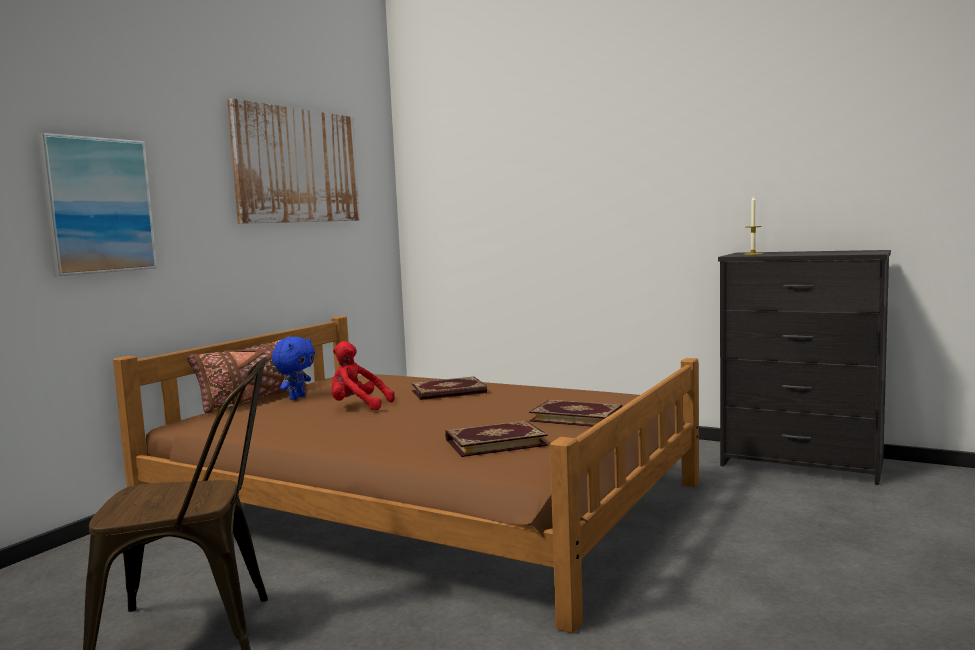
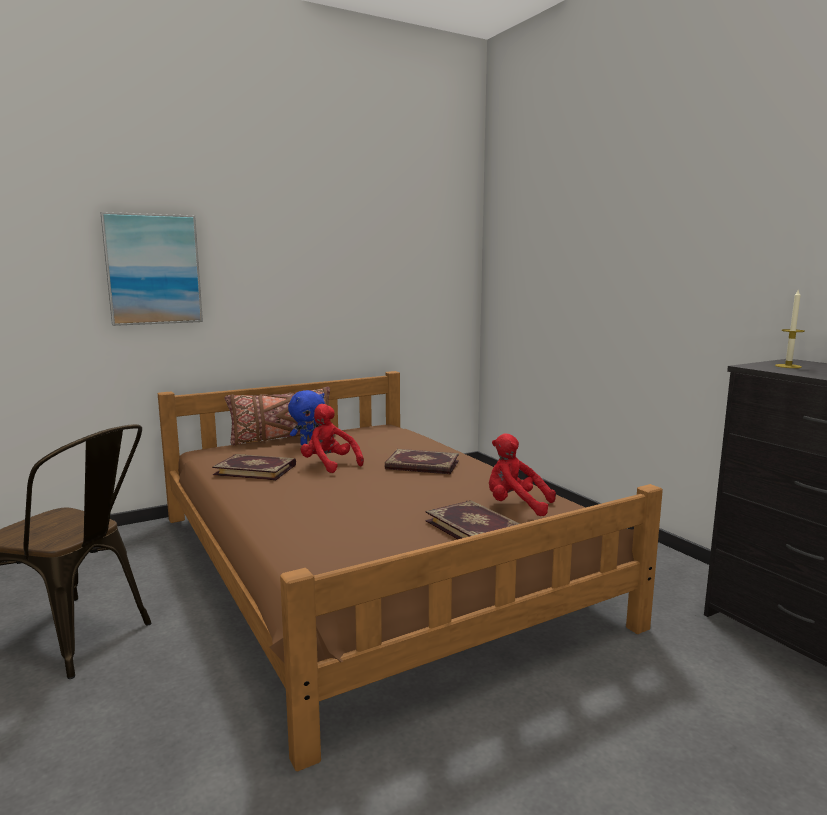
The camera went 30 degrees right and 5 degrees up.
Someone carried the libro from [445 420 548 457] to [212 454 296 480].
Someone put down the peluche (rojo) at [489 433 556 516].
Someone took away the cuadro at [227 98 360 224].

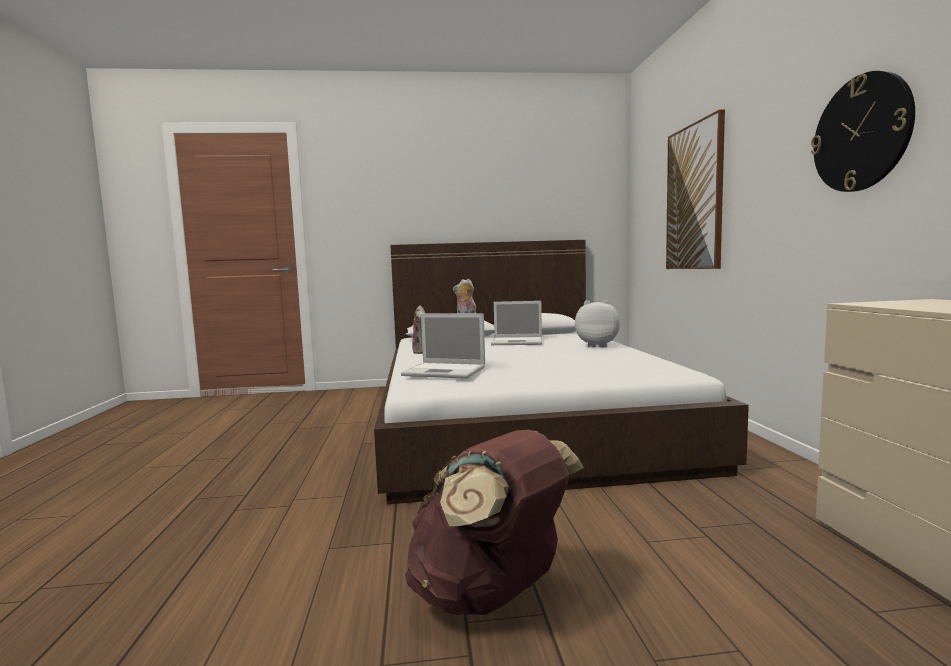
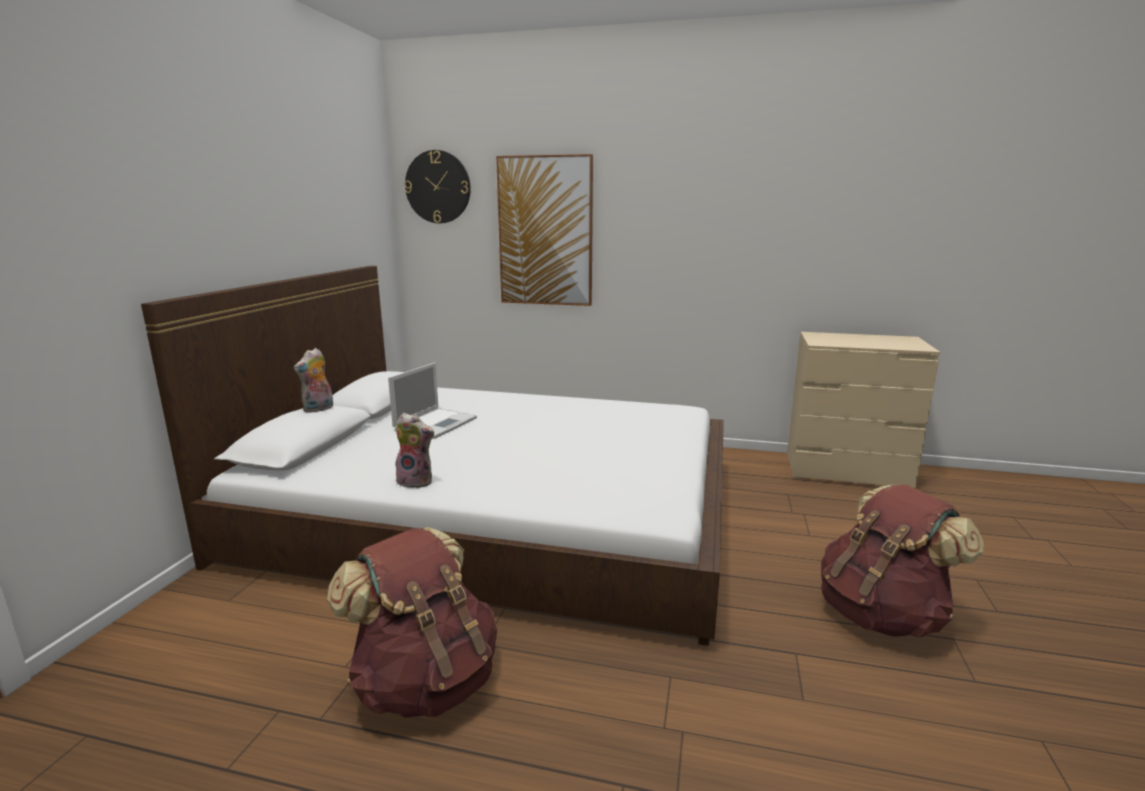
The camera went 70 degrees left and 10 degrees up.
Someone put down the mochila (marrón) at [327 527 497 718].
Someone carried the reloj de pared from [811 71 915 192] to [404 150 471 223].
Someone took away the portátil at [401 313 485 379].
Someone took away the peluche at [575 300 620 347].

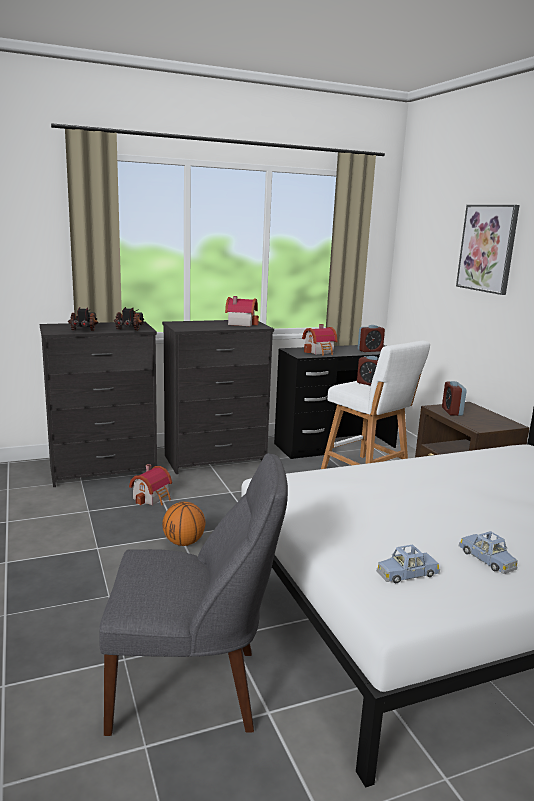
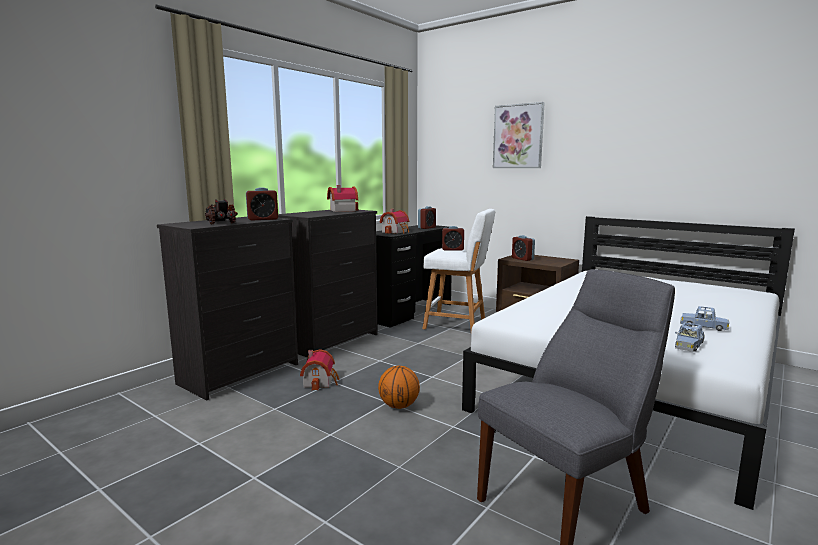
The camera went 30 degrees left and 5 degrees down.
Someone swapped the camión de juguete at [114 307 144 331] for the despertador at [246 187 278 221].

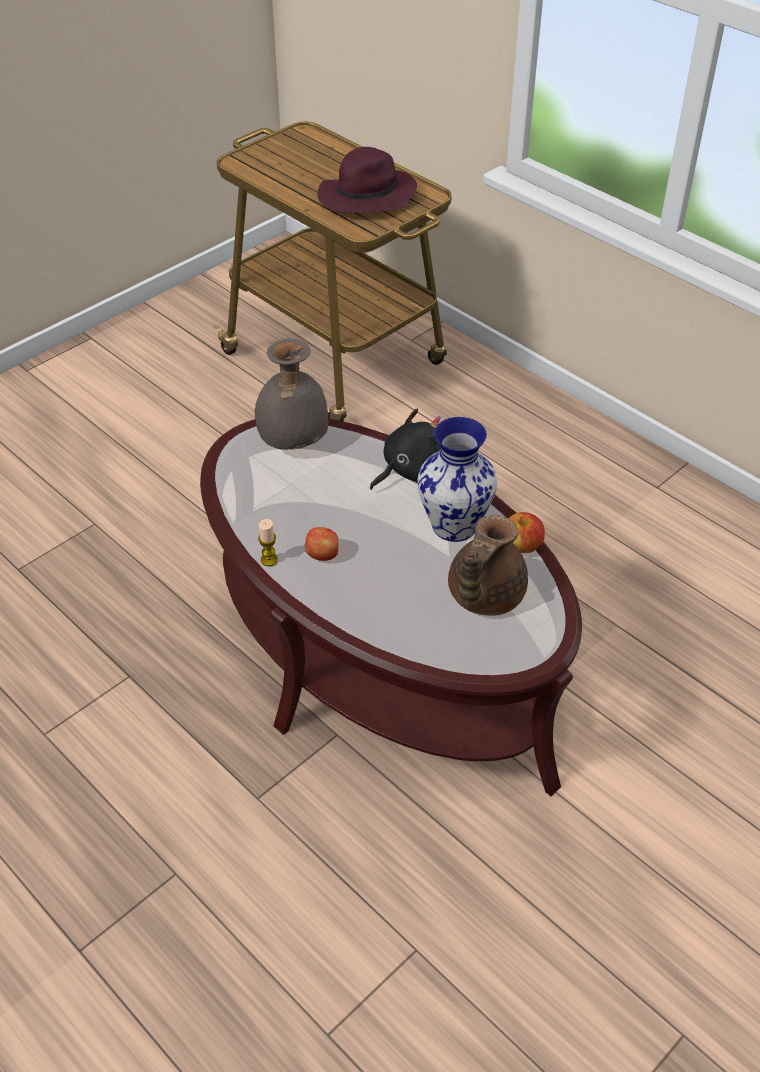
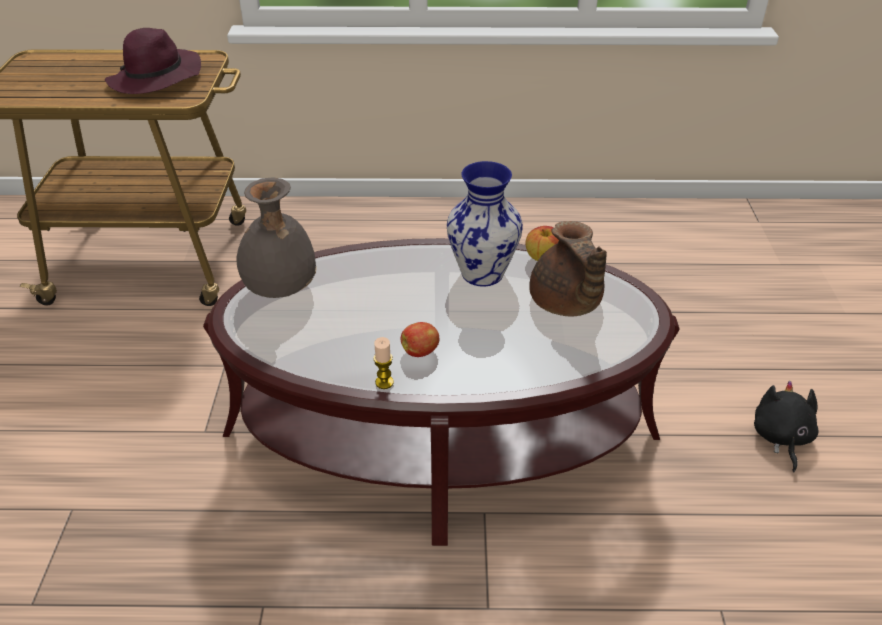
The camera went 45 degrees left and 5 degrees down.
Someone carried the peluche (negro) from [370 409 441 490] to [754 381 818 472].

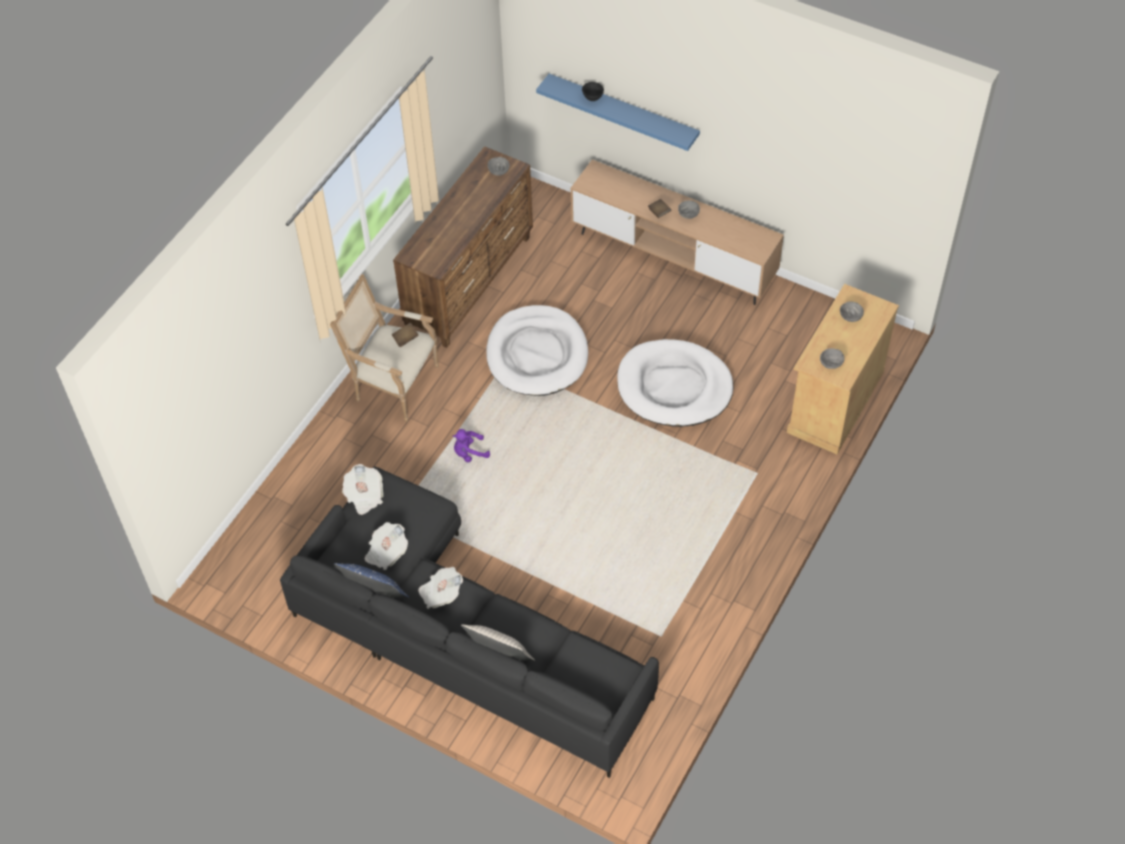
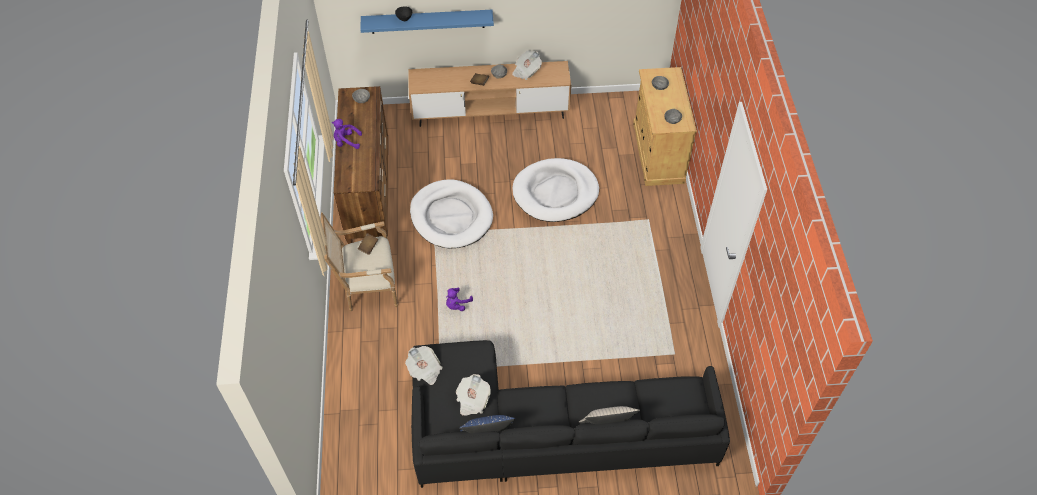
The camera went 35 degrees left and 0 degrees up.
Someone put down the peluche (morado) at [332 119 362 149].
Someone carried the periódico from [418 567 463 609] to [512 51 542 80].

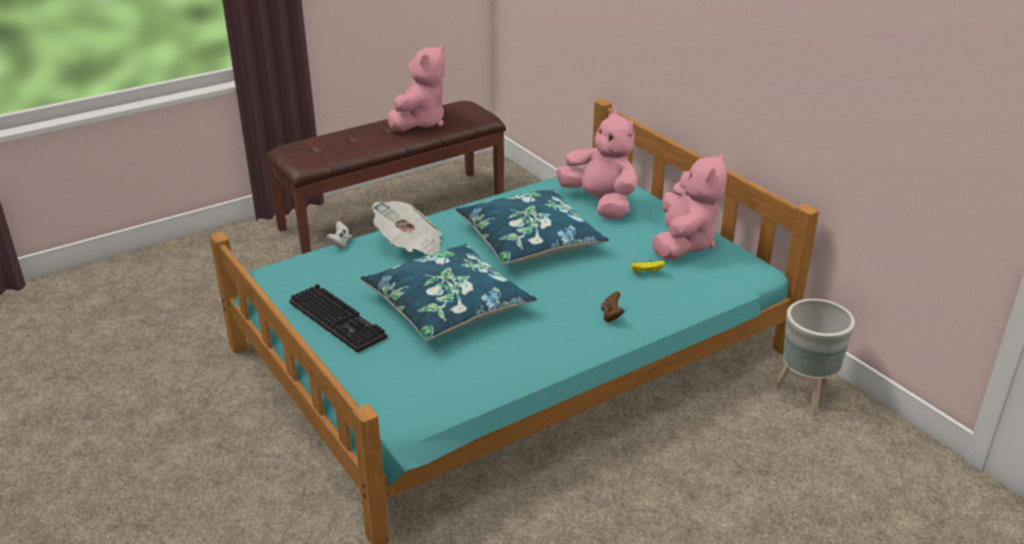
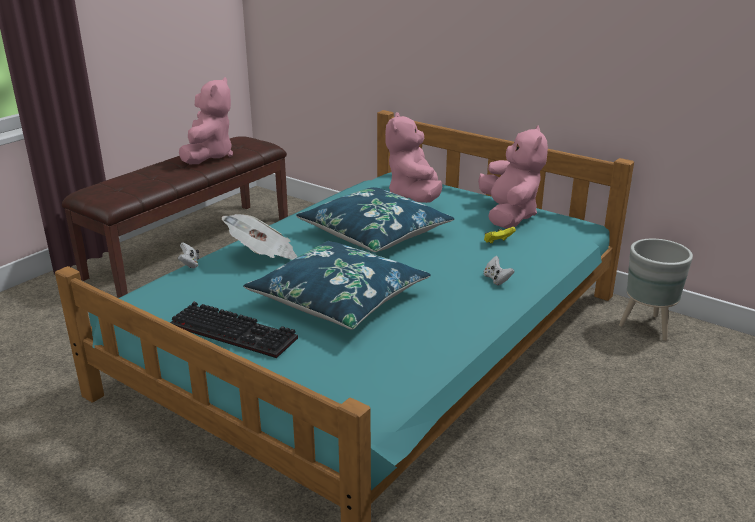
The camera went 20 degrees left and 5 degrees down.
Someone rotated the peluche (rosa) at [556 109 638 219] by 120 degrees counterclockwise.
Someone repainted the mando de consola (marrón) at [601 291 625 322], which became the mando de consola (blanco) at [484 256 514 285].

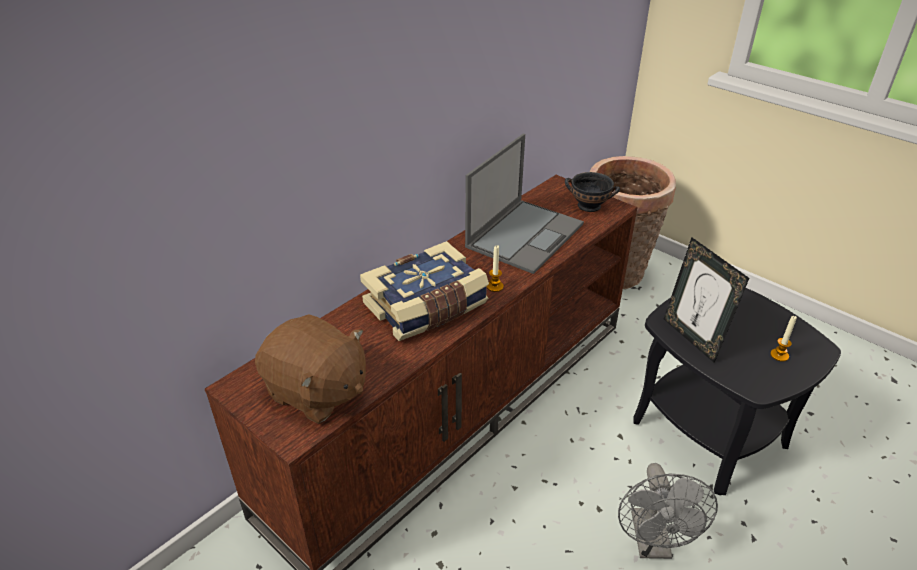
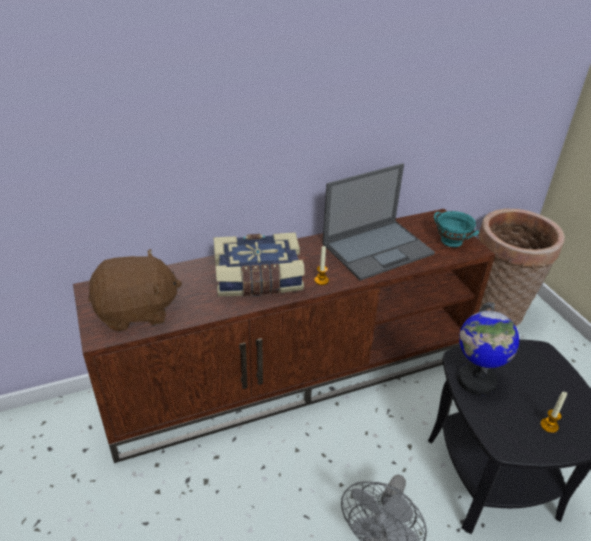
The camera went 25 degrees right and 0 degrees up.
Someone rotated the peluche (marrón) at [255 314 366 424] by 75 degrees counterclockwise.
Someone repainted the cuenco (negro) at [565 172 620 212], which became the cuenco (turquesa) at [434 211 479 247].
Someone swapped the portarretratos at [664 237 749 363] for the globo terráqueo at [457 302 519 396].

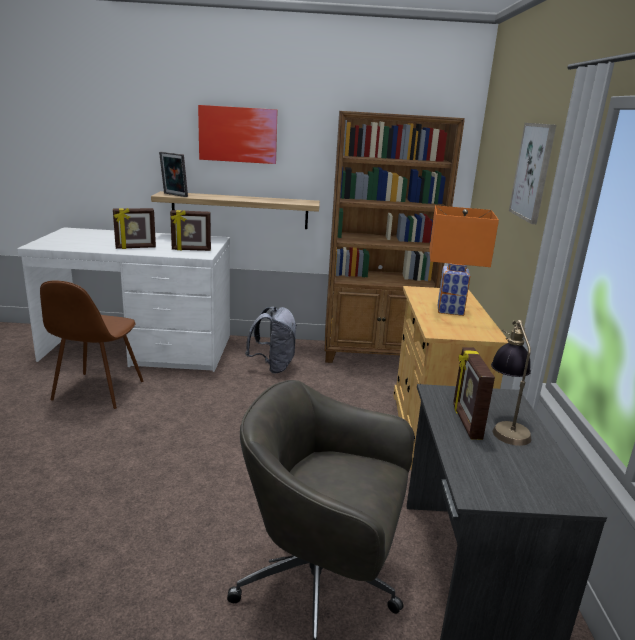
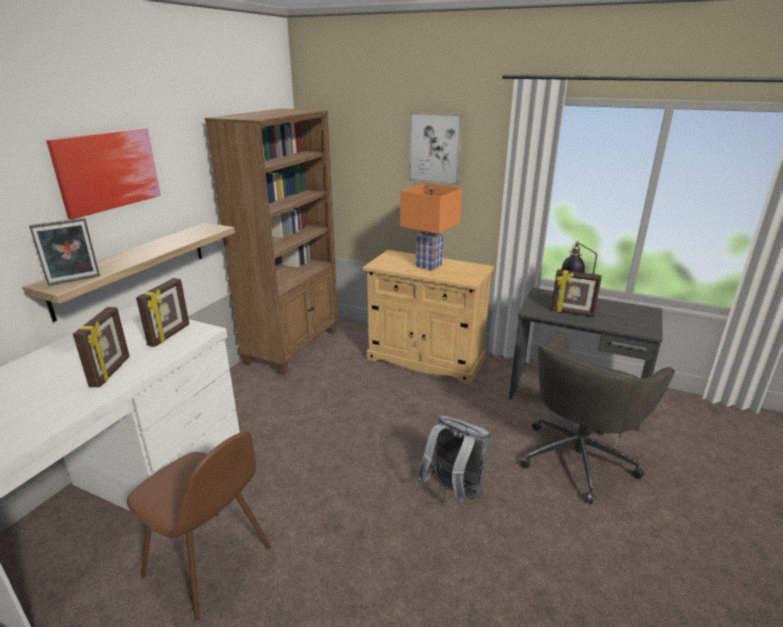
The camera went 65 degrees left and 5 degrees up.
Someone carried the mochila (gris) from [245 307 297 373] to [417 416 491 505].

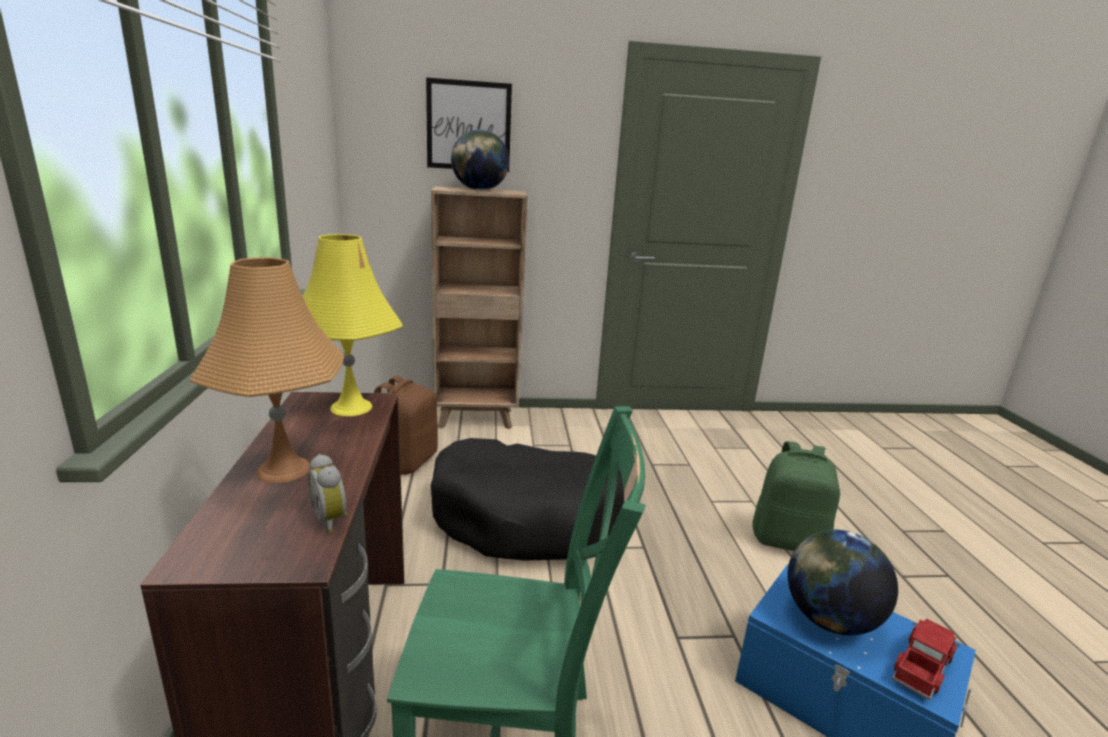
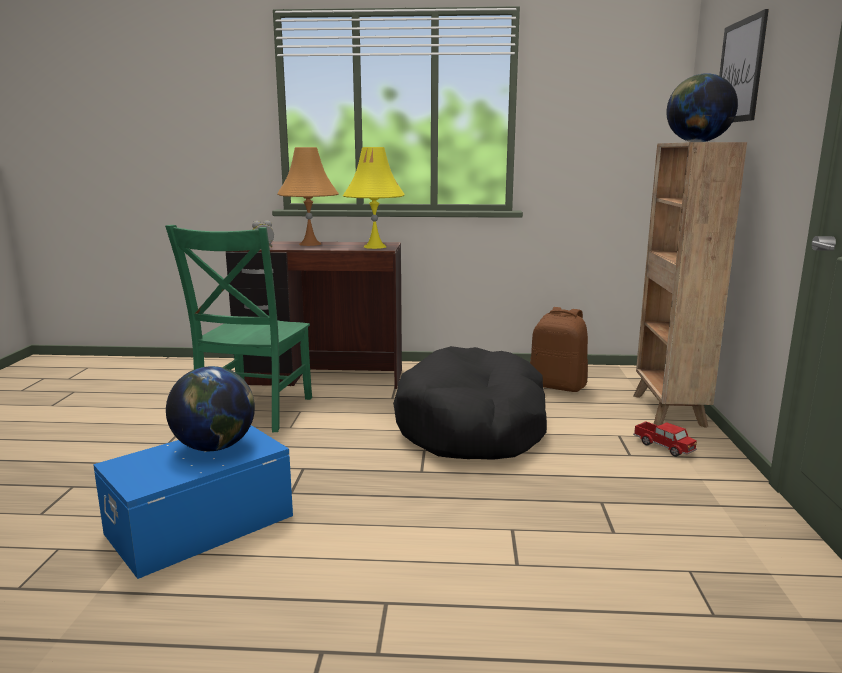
The camera went 100 degrees right and 5 degrees down.
Someone carried the camión de juguete from [892 619 959 700] to [633 421 697 457].
Someone took away the mochila (verde) at [752 441 840 551].

